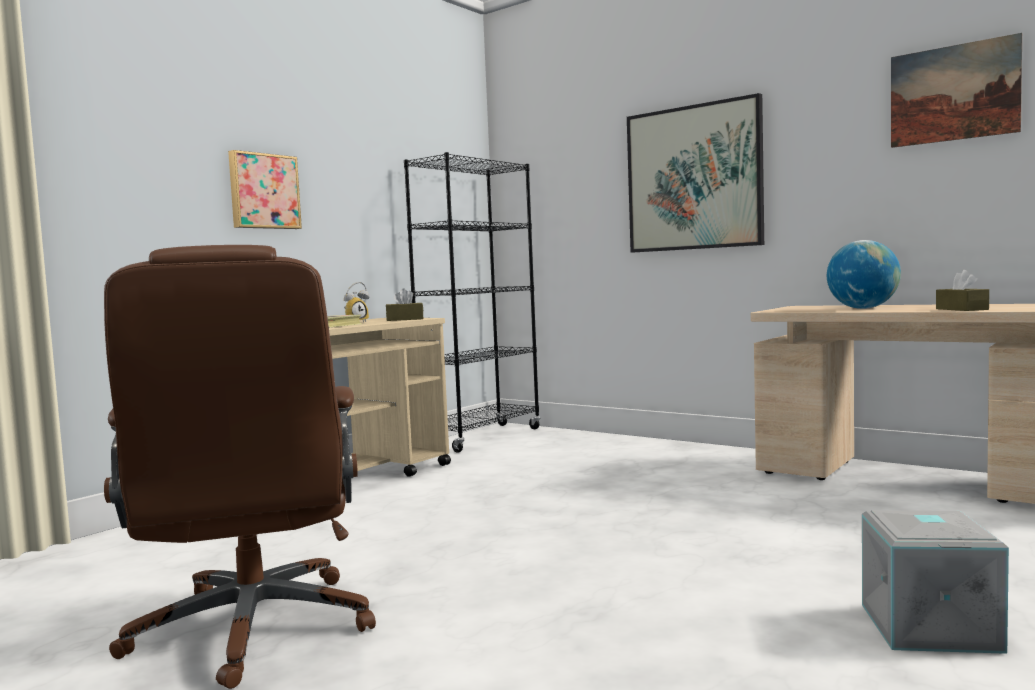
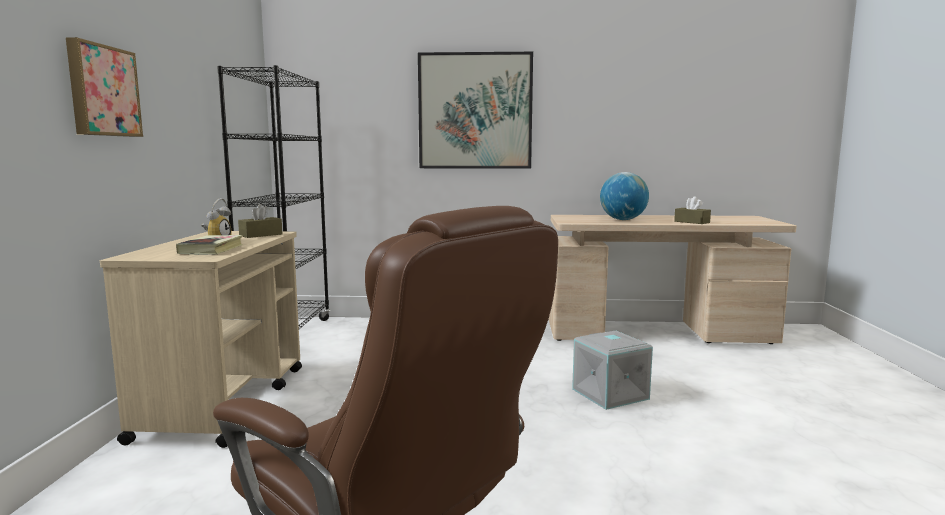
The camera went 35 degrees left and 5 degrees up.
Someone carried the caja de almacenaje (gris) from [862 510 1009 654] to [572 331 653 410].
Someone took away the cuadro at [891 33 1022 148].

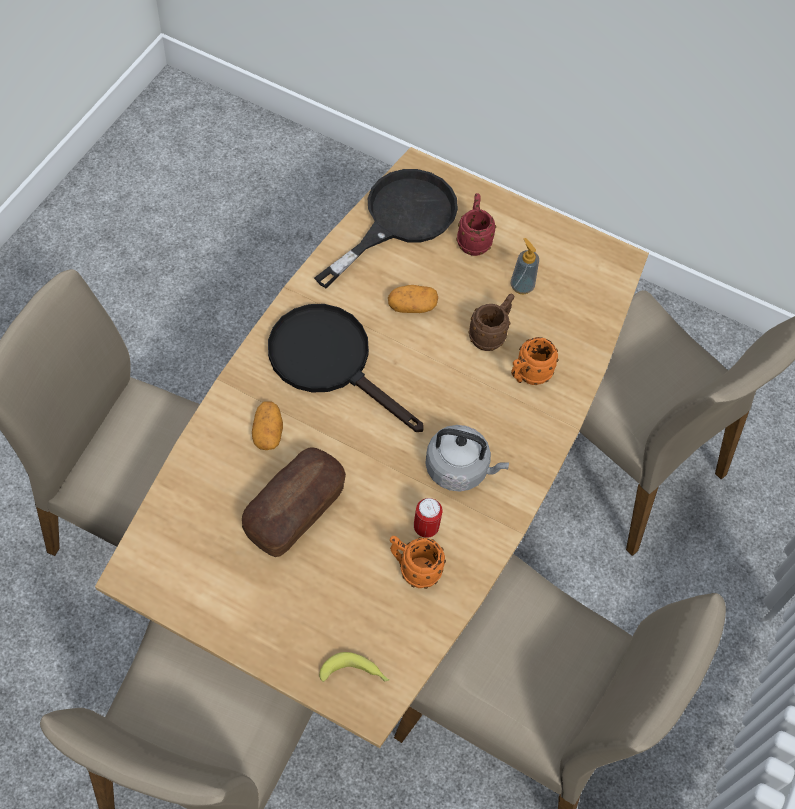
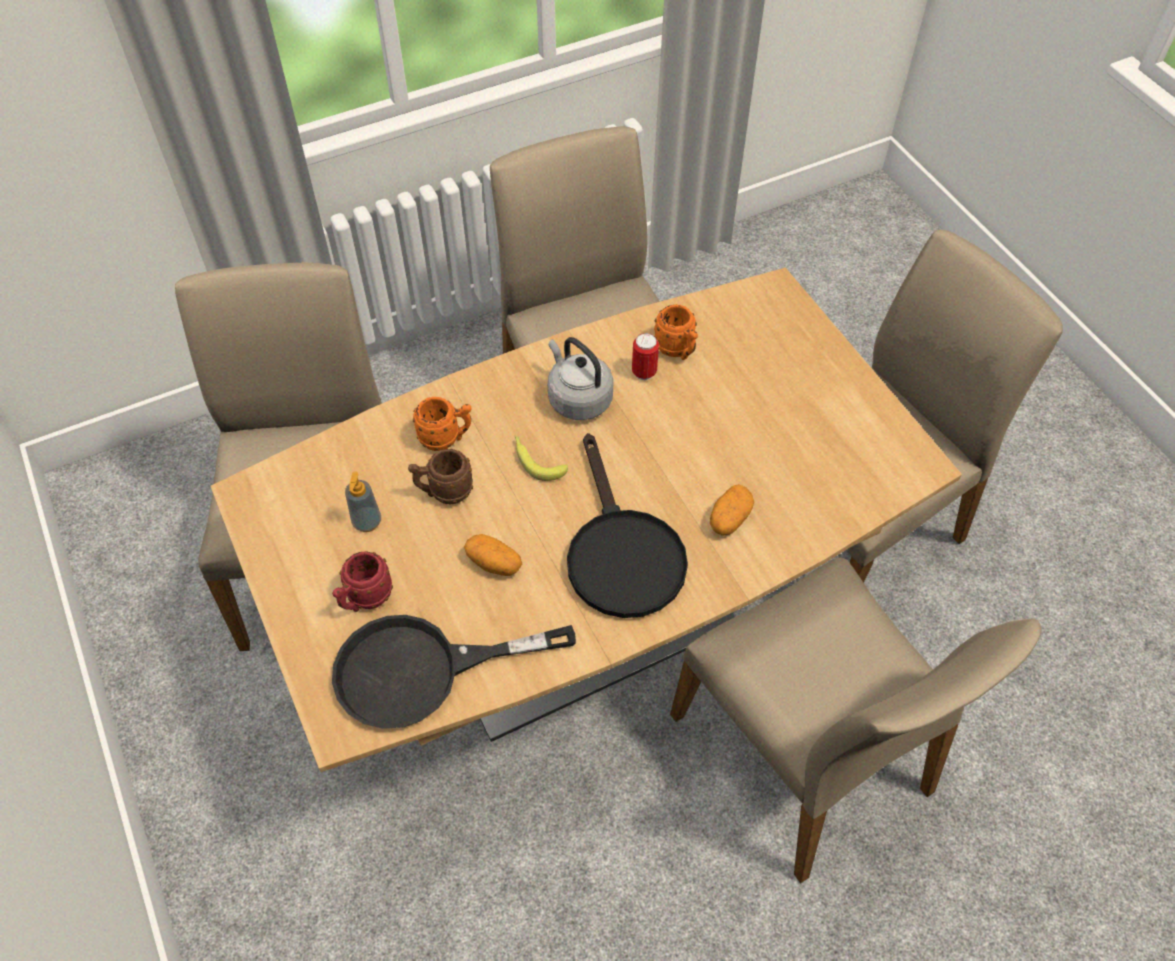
The camera went 140 degrees left and 5 degrees down.
Someone carried the plátano from [319 652 389 682] to [515 436 568 481].
Someone took away the pan at [242 447 346 557].

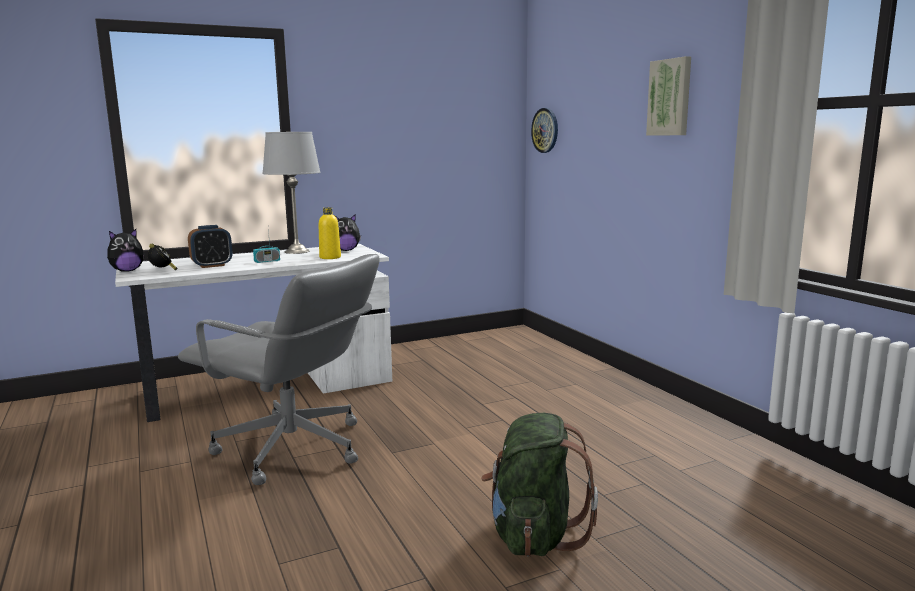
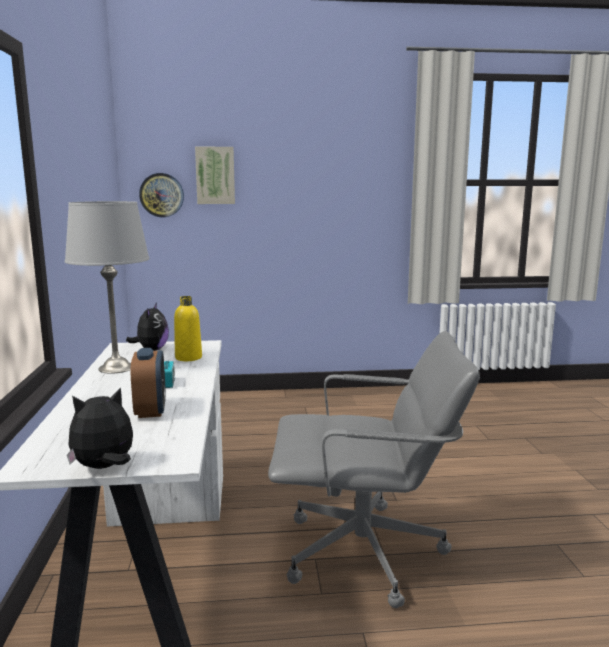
The camera went 70 degrees left and 0 degrees up.
Someone rotated the peluche at [107 229 144 272] by 105 degrees counterclockwise.
Someone carried the cuadro from [646 56 691 136] to [195 147 235 204].
Someone rotated the silla de oficina (gris) at [178 254 380 485] by 45 degrees clockwise.
Someone took away the despertador at [148 244 178 270].
Someone took away the mochila (verde) at [481 413 598 556].

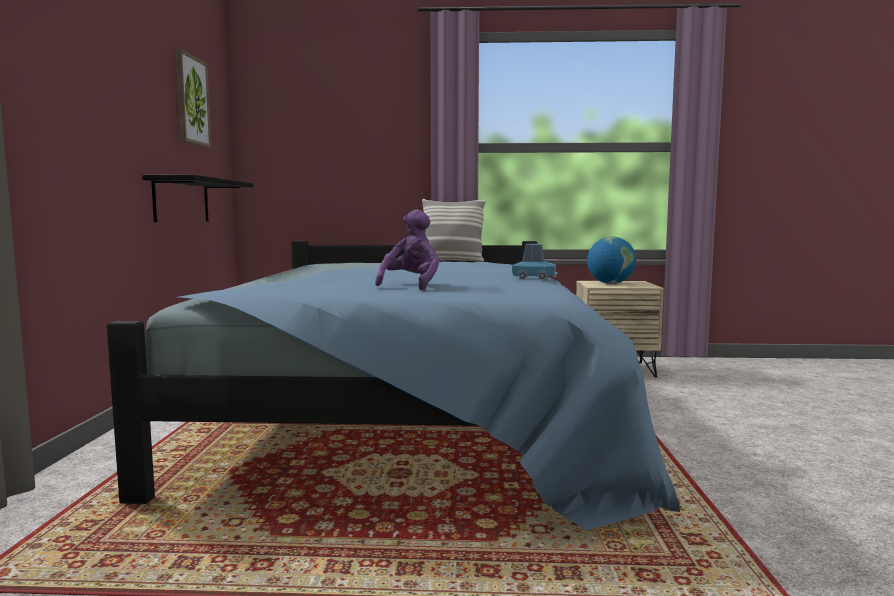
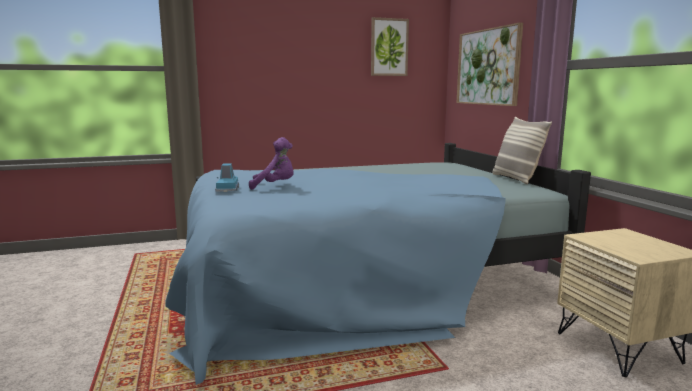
The camera went 70 degrees right and 5 degrees up.
Someone carried the coche de juguete (azul) from [512 244 557 279] to [215 163 239 192].
Someone put up the cuadro at [457 23 523 106].
Someone took away the estante (negro) at [142 175 253 222].
Someone took away the globo terráqueo at [587 237 636 284].

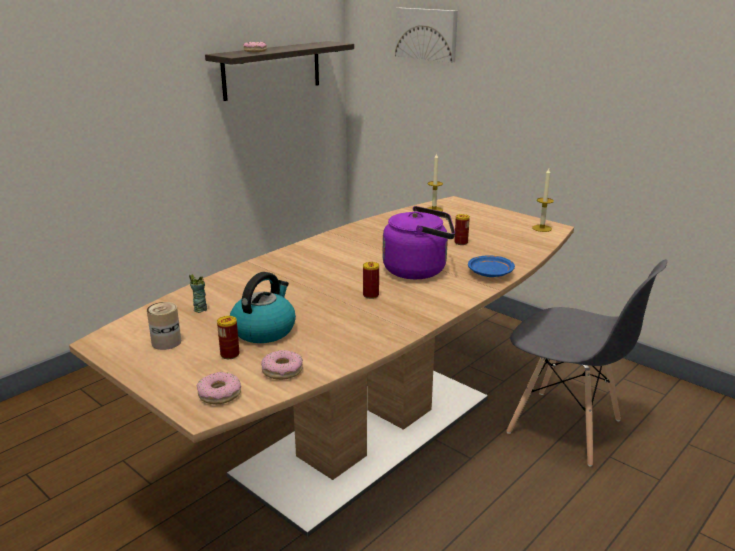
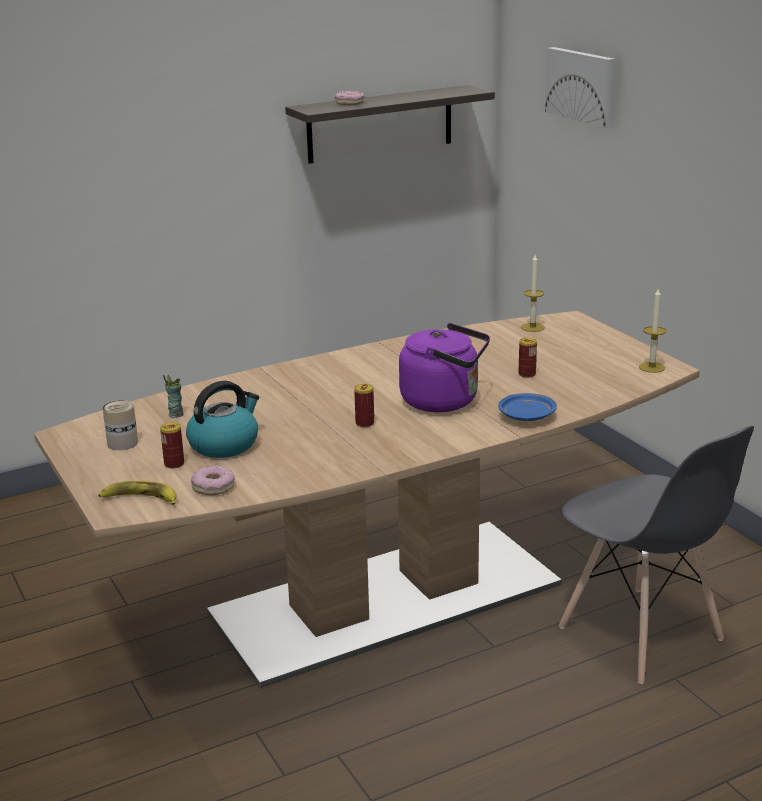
The camera went 20 degrees right and 0 degrees up.
Someone swapped the rosquilla at [197 372 241 404] for the plátano at [98 481 177 505].

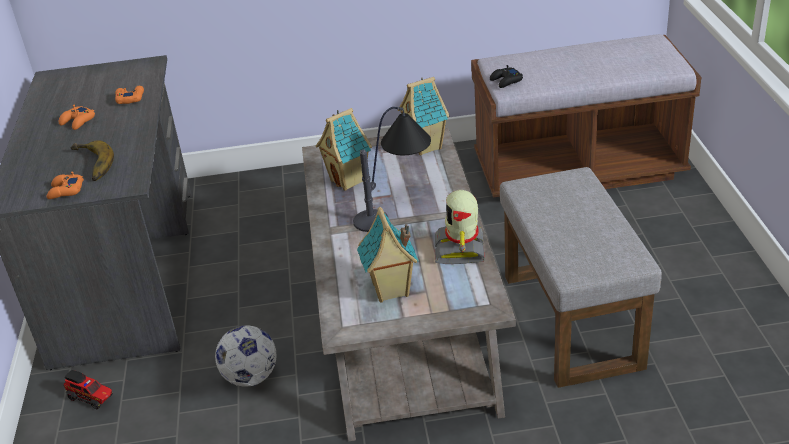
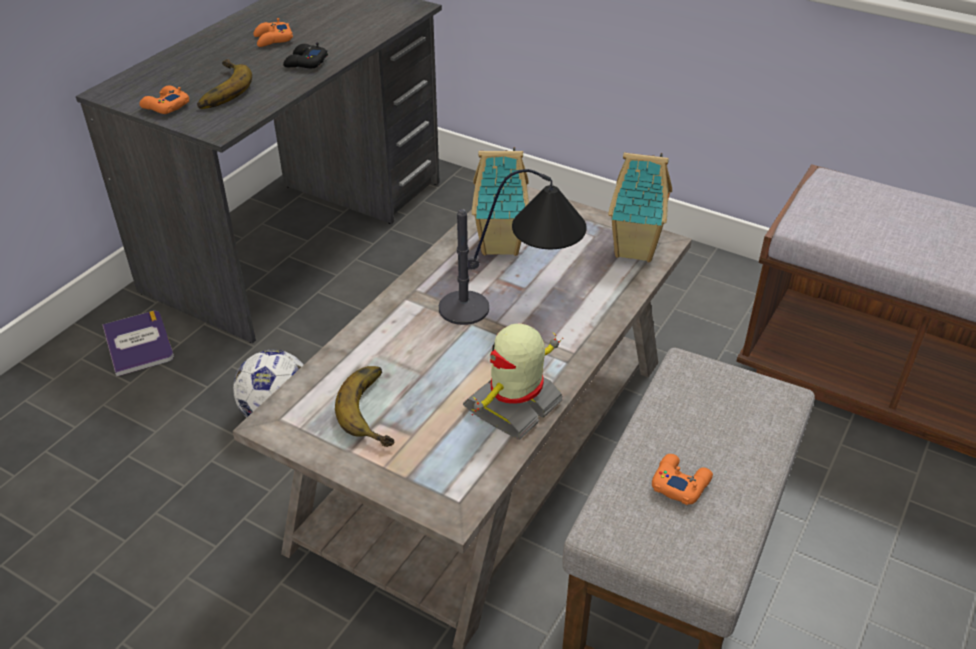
The camera went 35 degrees right and 5 degrees up.
Someone swapped the camión de juguete at [63 370 113 409] for the libro at [102 311 174 377].
Someone carried the mando de consola (negro) from [490 65 523 88] to [283 43 328 68].
Someone swapped the casita at [357 207 419 303] for the plátano at [335 366 394 447].
Someone carried the mando de consola (naranja) from [115 86 144 104] to [652 454 713 505].

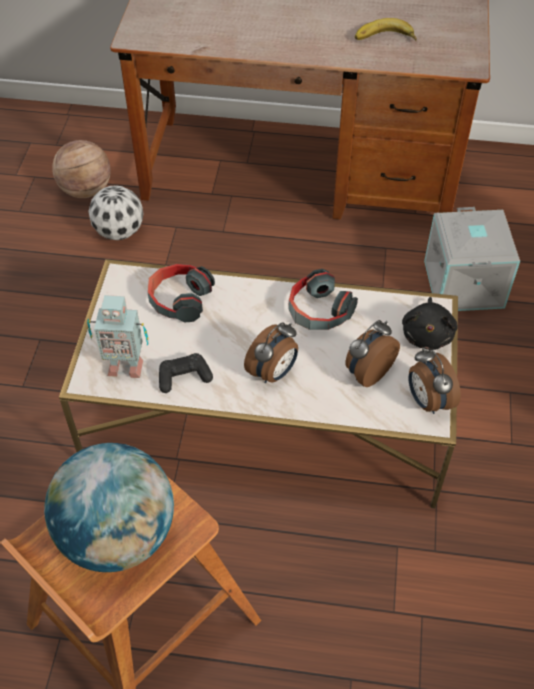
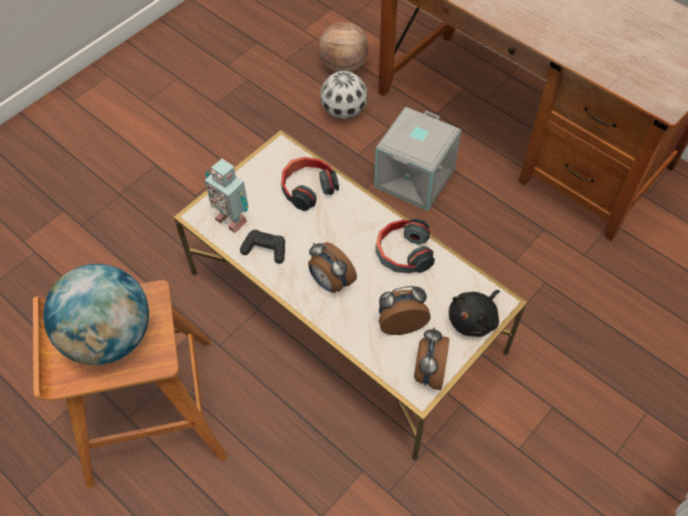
The camera went 35 degrees right and 5 degrees up.
Someone rotated the despertador at [244 322 298 383] by 60 degrees clockwise.
Someone carried the caja de almacenaje (gris) from [424 207 520 311] to [374 107 461 211].
Someone took away the plátano at [355 18 417 41].

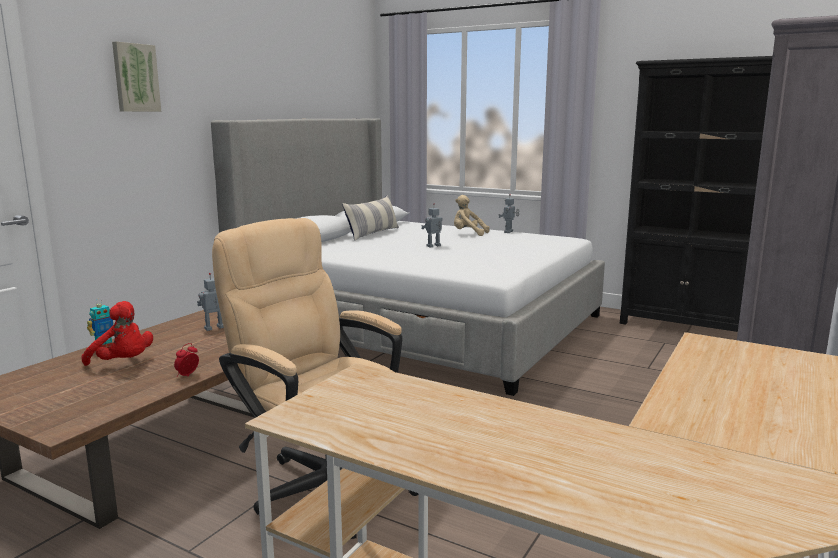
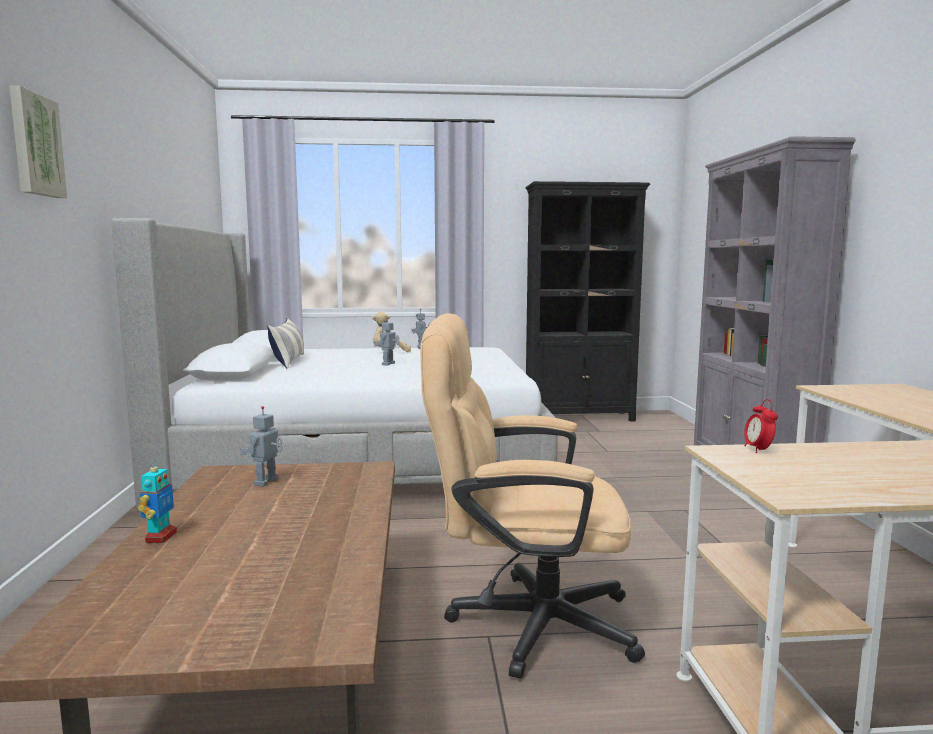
The camera went 35 degrees left and 5 degrees down.
Someone carried the despertador from [174 343 199 377] to [744 399 778 453].
Someone took away the peluche (rojo) at [82 301 153 366].

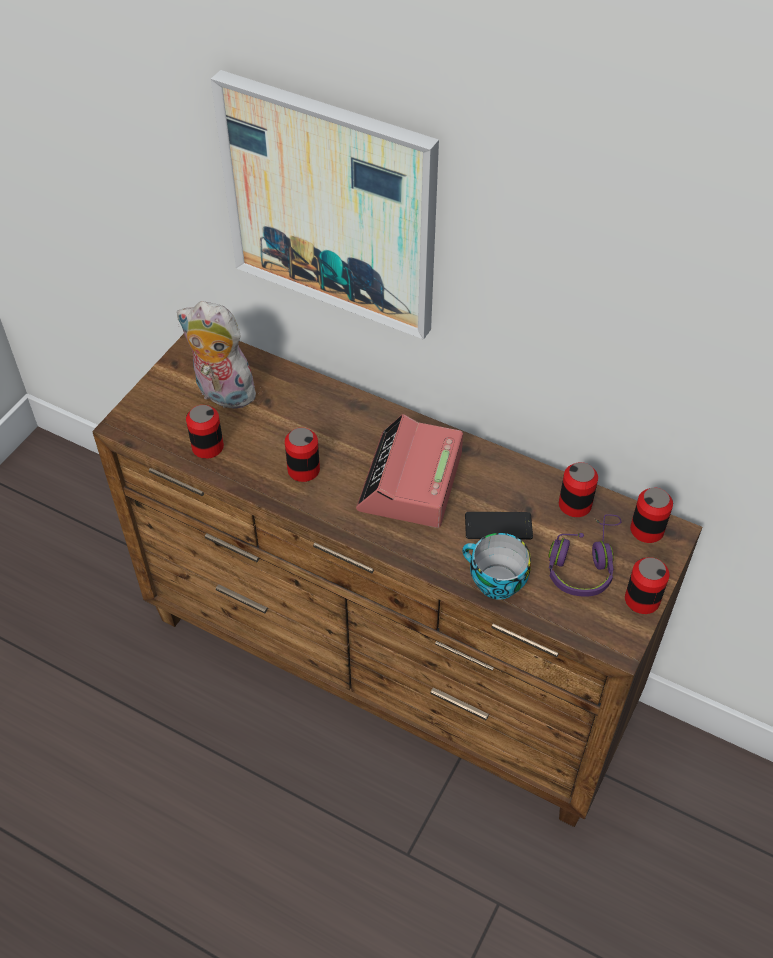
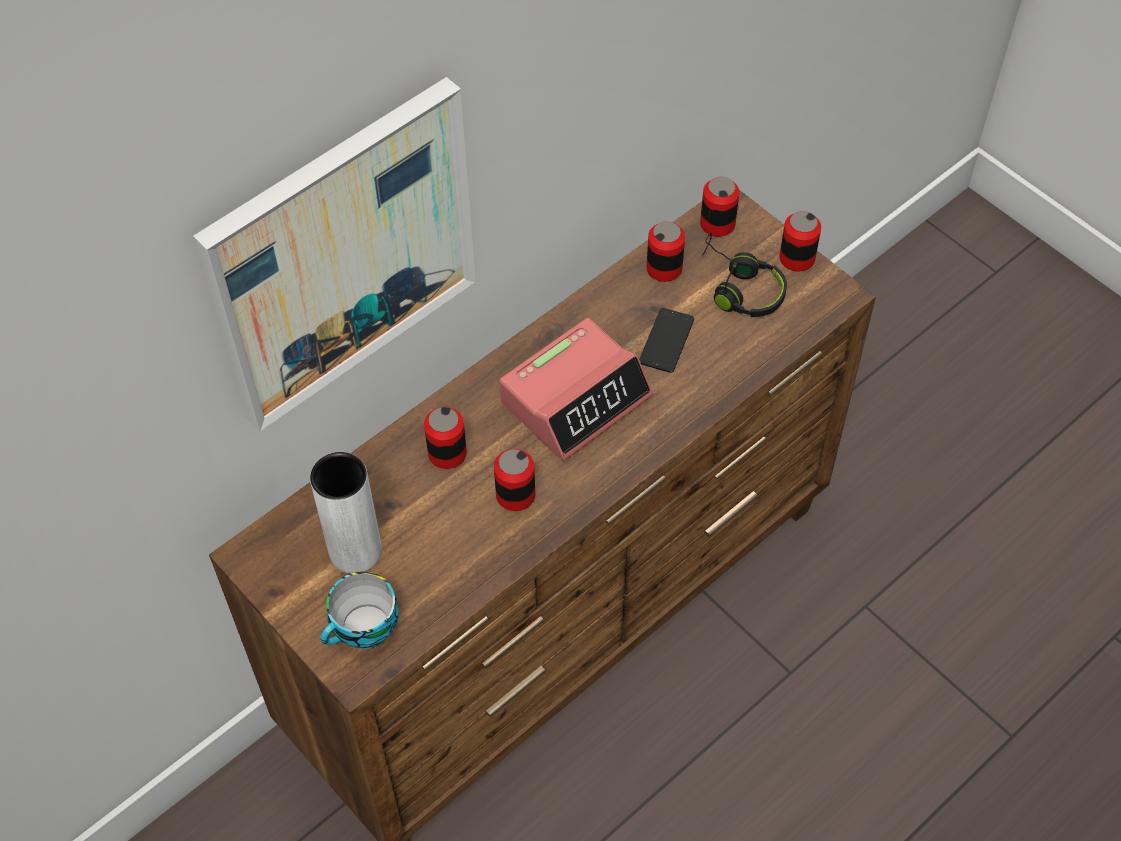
The camera went 70 degrees left and 5 degrees up.
Someone swapped the peluche at [177 301 262 409] for the florero (blanco) at [310 452 382 573].
Someone carried the taza from [462 533 531 600] to [321 572 399 649].
Someone carried the lata from [186 405 224 459] to [424 407 467 469].
Someone rotated the despertador at [356 414 463 528] by 75 degrees counterclockwise.
Someone repainted the auriculares (morado) at [549 514 622 597], which became the auriculares (negro) at [700 232 787 317].

